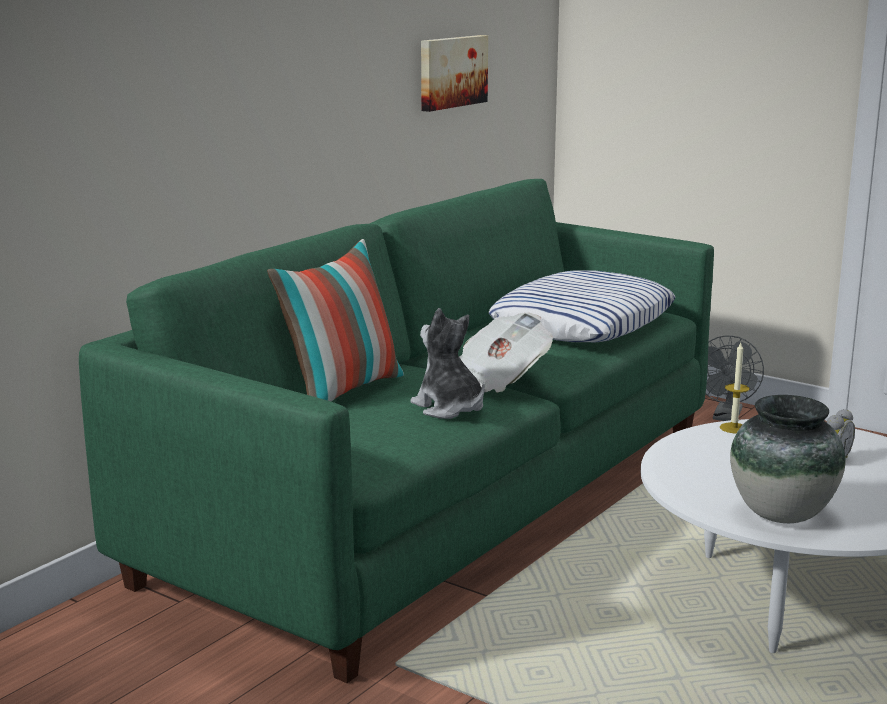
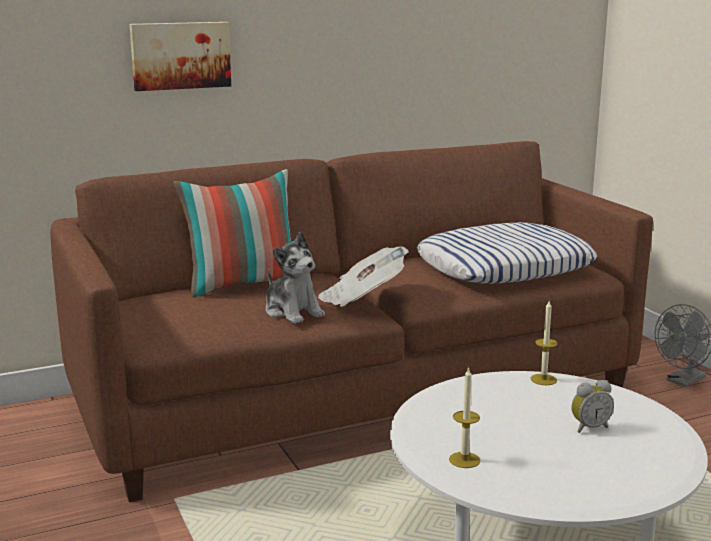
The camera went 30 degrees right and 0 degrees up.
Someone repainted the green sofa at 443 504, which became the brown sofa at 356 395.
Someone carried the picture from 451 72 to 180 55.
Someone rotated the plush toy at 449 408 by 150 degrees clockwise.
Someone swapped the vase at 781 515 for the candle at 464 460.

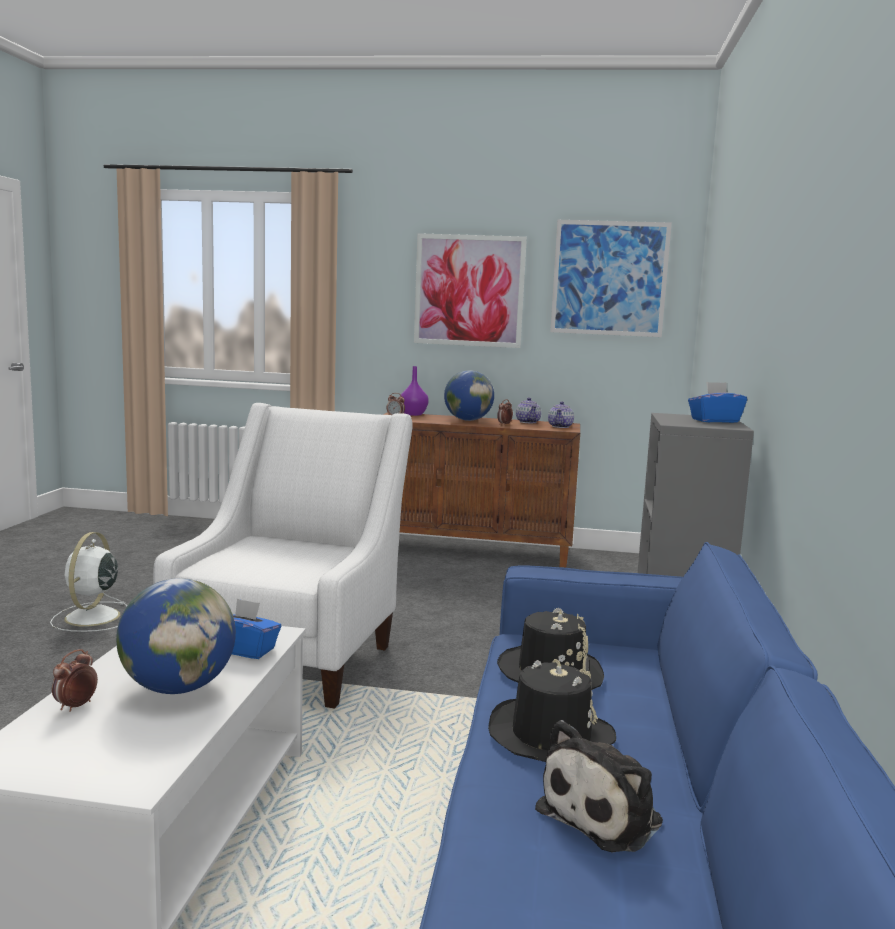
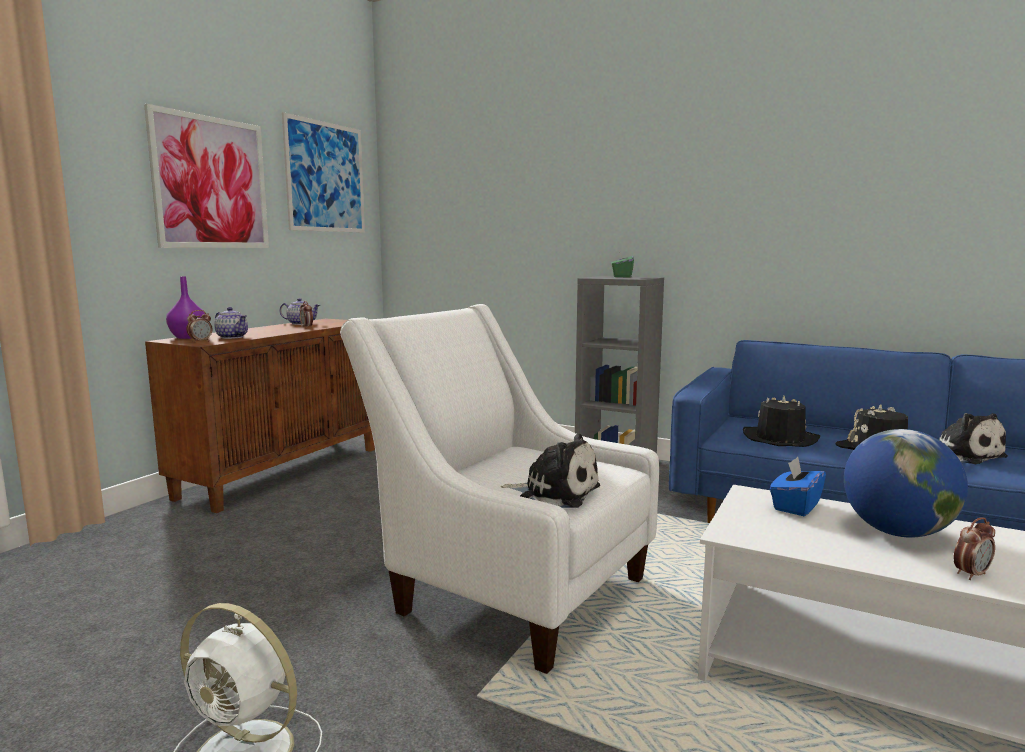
The camera went 70 degrees left and 0 degrees up.
Someone carried the teapot from 560 426 to 232 337.
Someone put down the plush toy at 555 493.
Someone repainted the blue tissue box at 714 420, which became the green tissue box at 622 277.
Someone rotated the alarm clock at 75 706 by 75 degrees counterclockwise.
Someone took away the globe at 467 420.

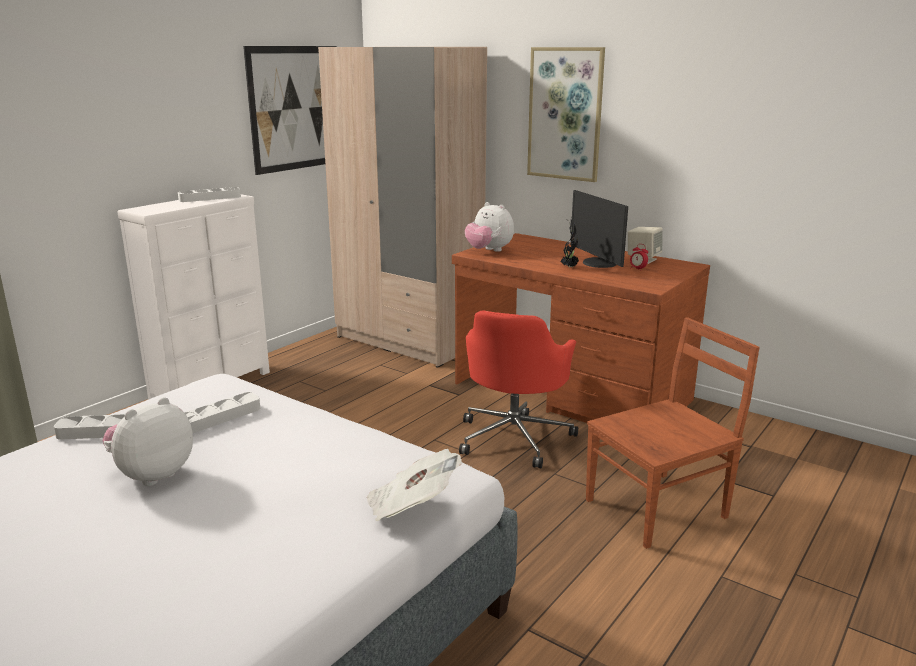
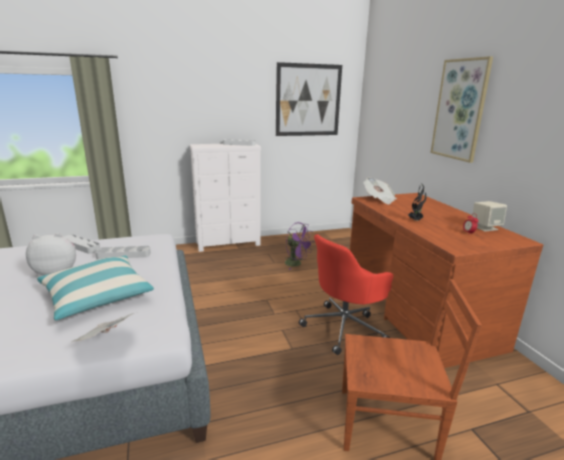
The camera went 35 degrees right and 0 degrees up.
Someone put down the pillow at 97 296.
Someone put down the purple fan at 296 264.
Someone swapped the plush toy at 489 251 for the newspaper at 379 199.
Someone took away the beige wardrobe at 409 341.
Someone took away the monitor at 598 263.

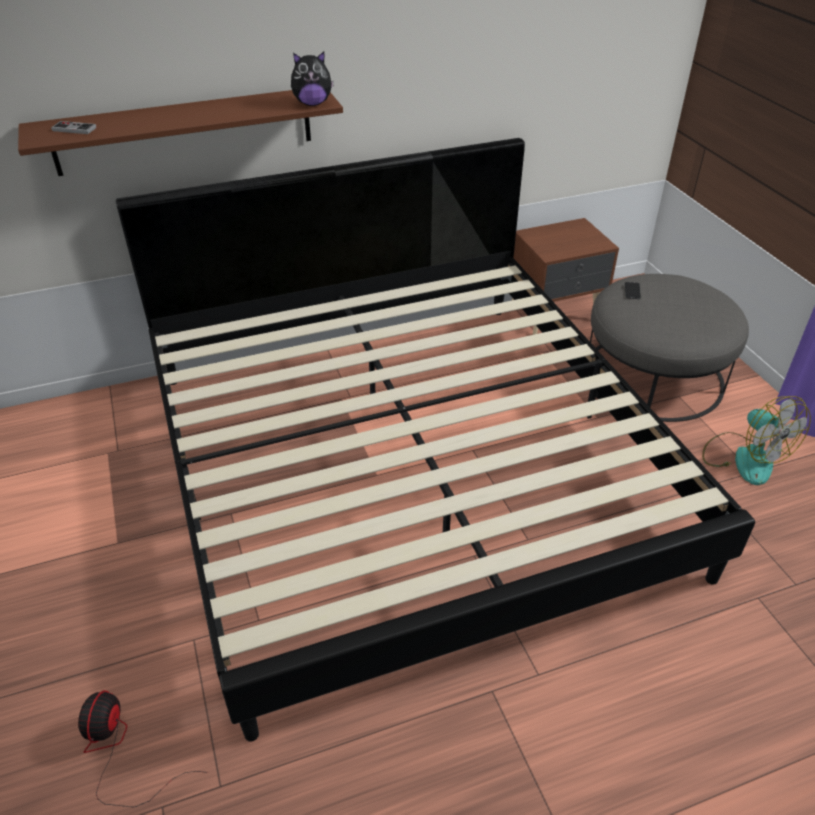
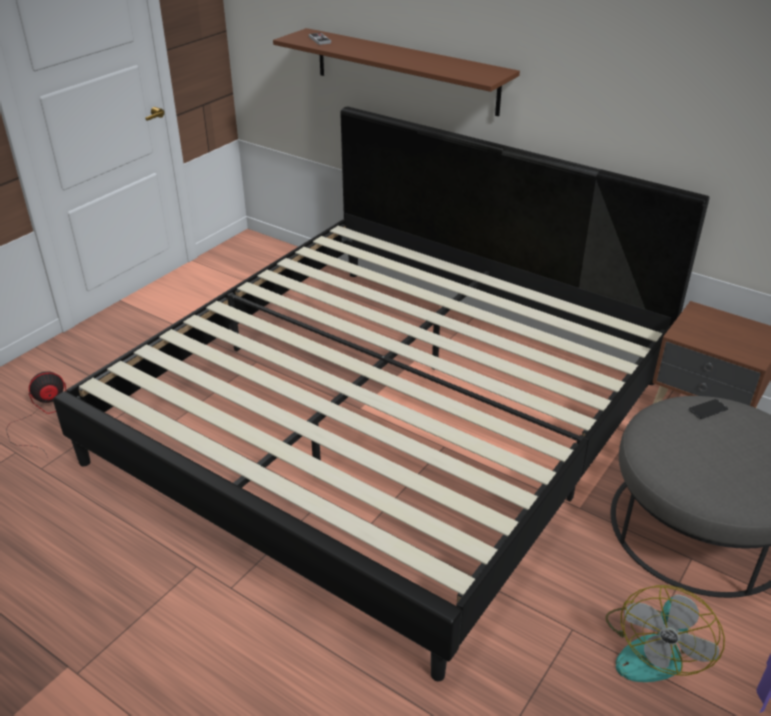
The camera went 55 degrees right and 5 degrees down.
Someone took away the plush toy at 312 104.

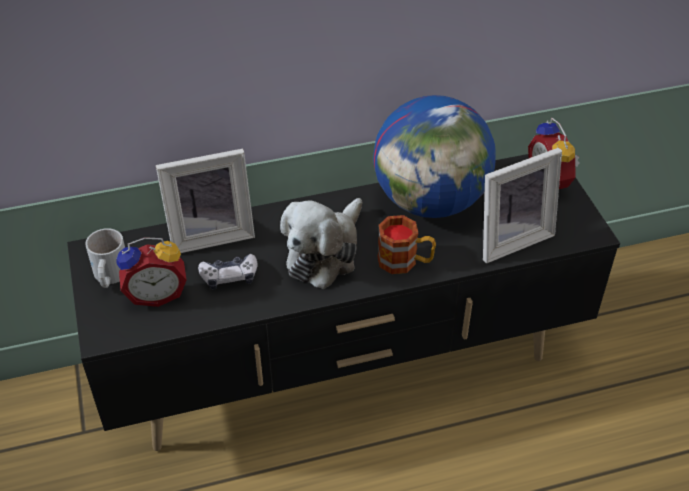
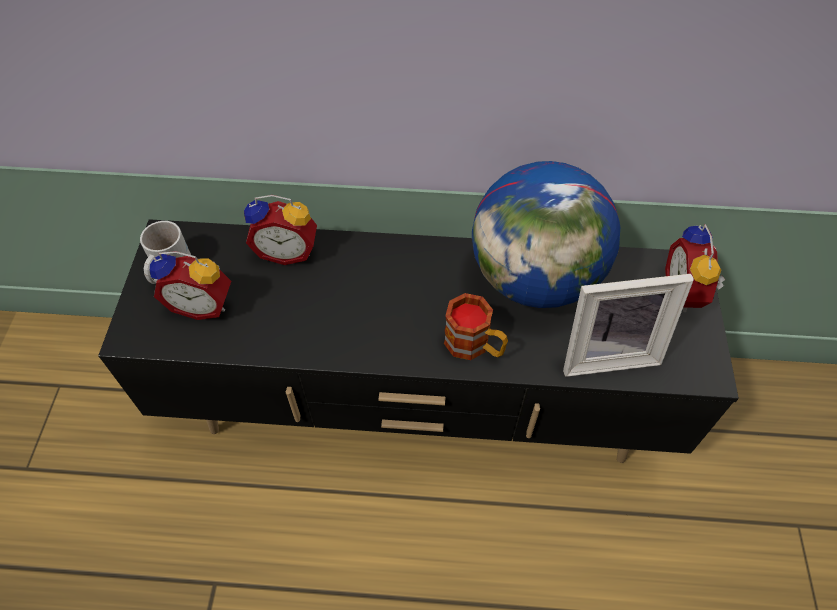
The camera went 20 degrees right and 10 degrees up.
Someone swapped the picture frame at 210 234 for the alarm clock at 287 250.
Someone took away the game controller at 229 276.
Someone took away the plush toy at 325 253.

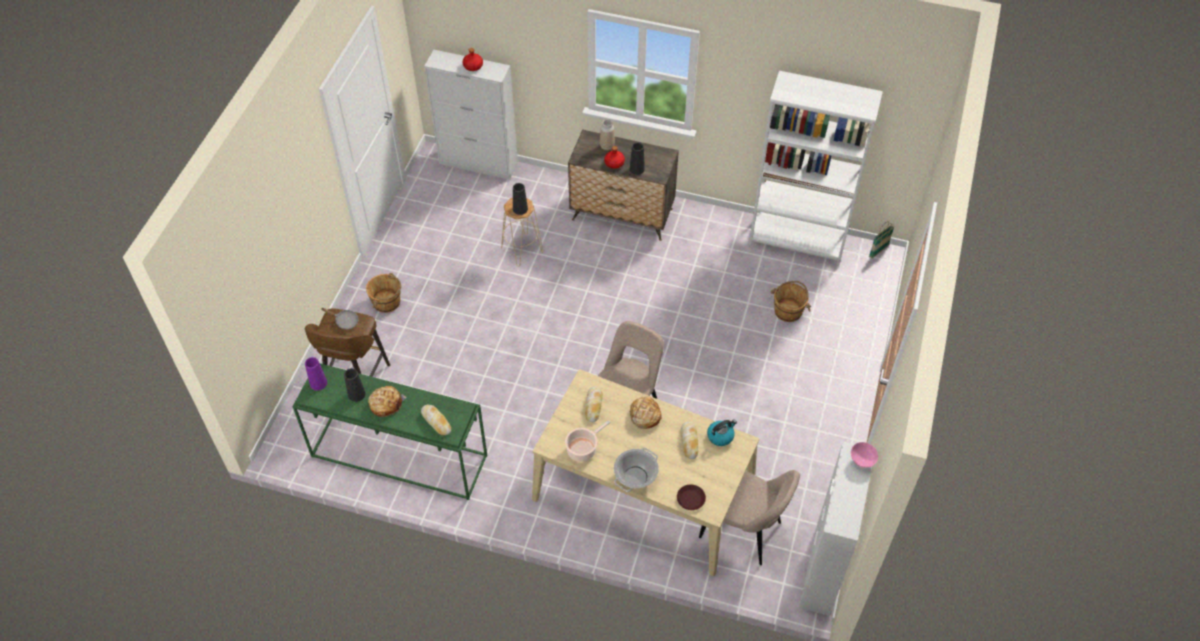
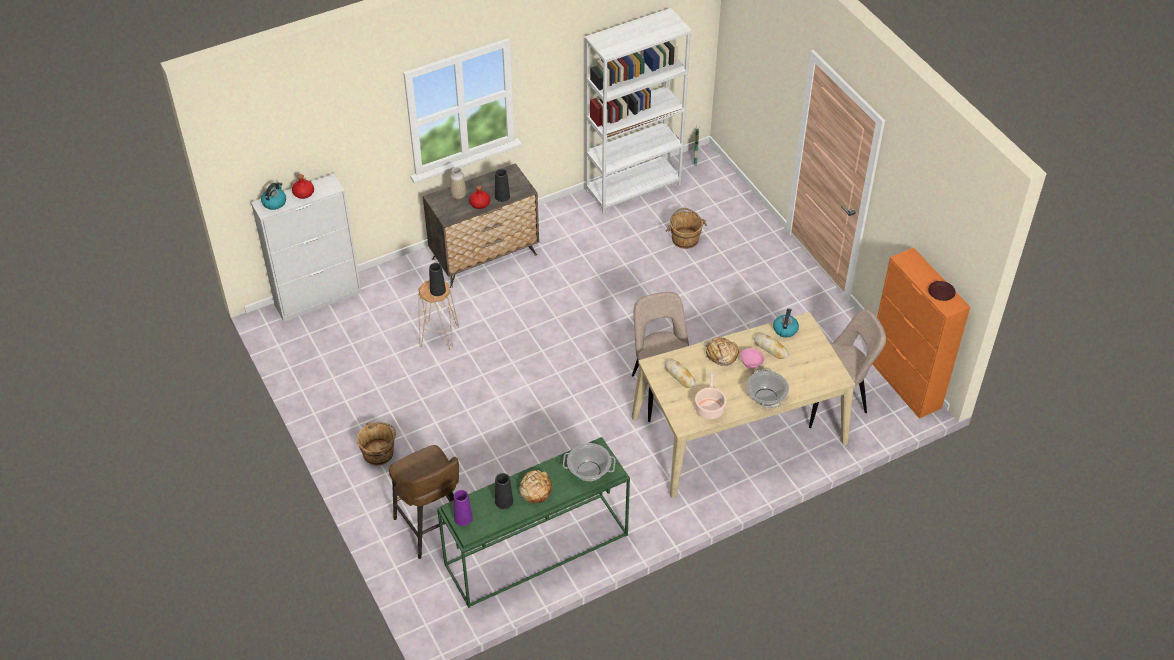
The camera went 45 degrees left and 5 degrees down.
Someone put down the kettle at 274 202.
Someone swapped the bread at 436 421 for the cooking pot at 589 471.
Someone carried the pink bowl from 862 461 to 751 364.
Someone repainted the white cabinet at 822 569, which became the orange cabinet at 904 383.
Someone carried the brown plate from 690 499 to 940 293.
Someone took away the grey frying pan at 344 321.

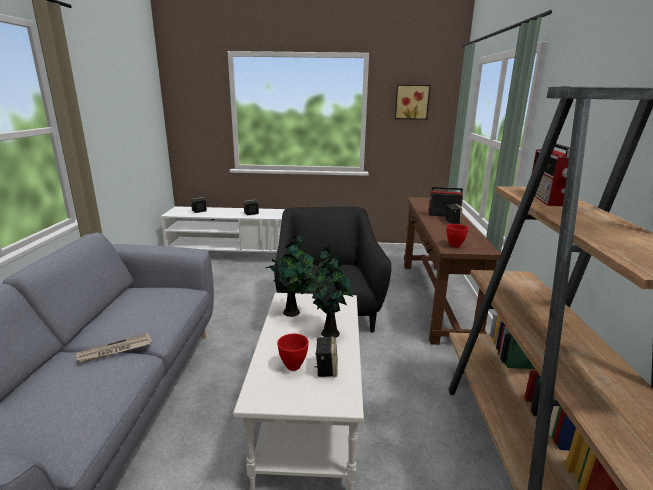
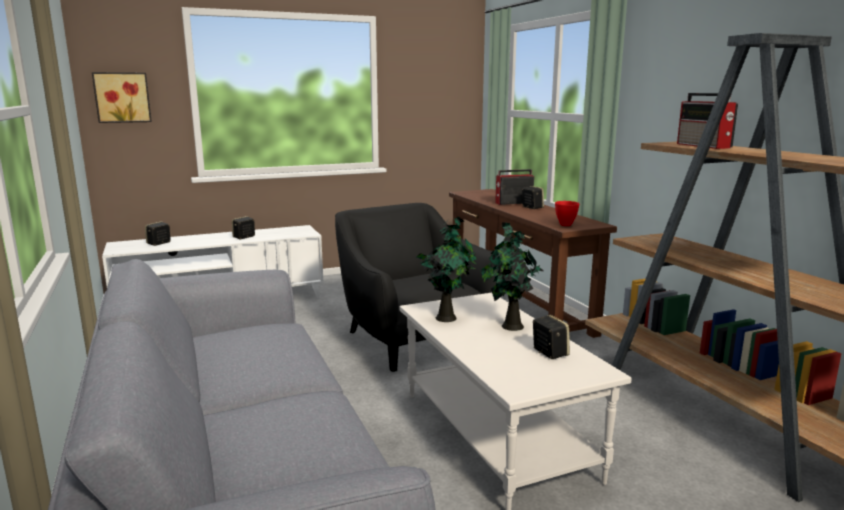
The camera went 25 degrees left and 5 degrees down.
Someone carried the picture from 411 102 to 122 97.
Someone took away the newspaper at 115 350.
Someone took away the red bowl at 292 366.

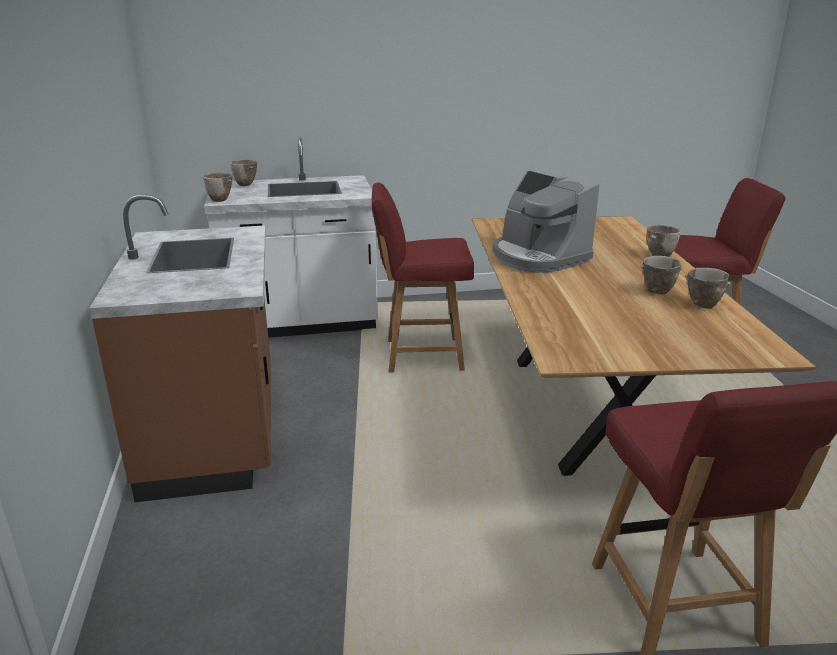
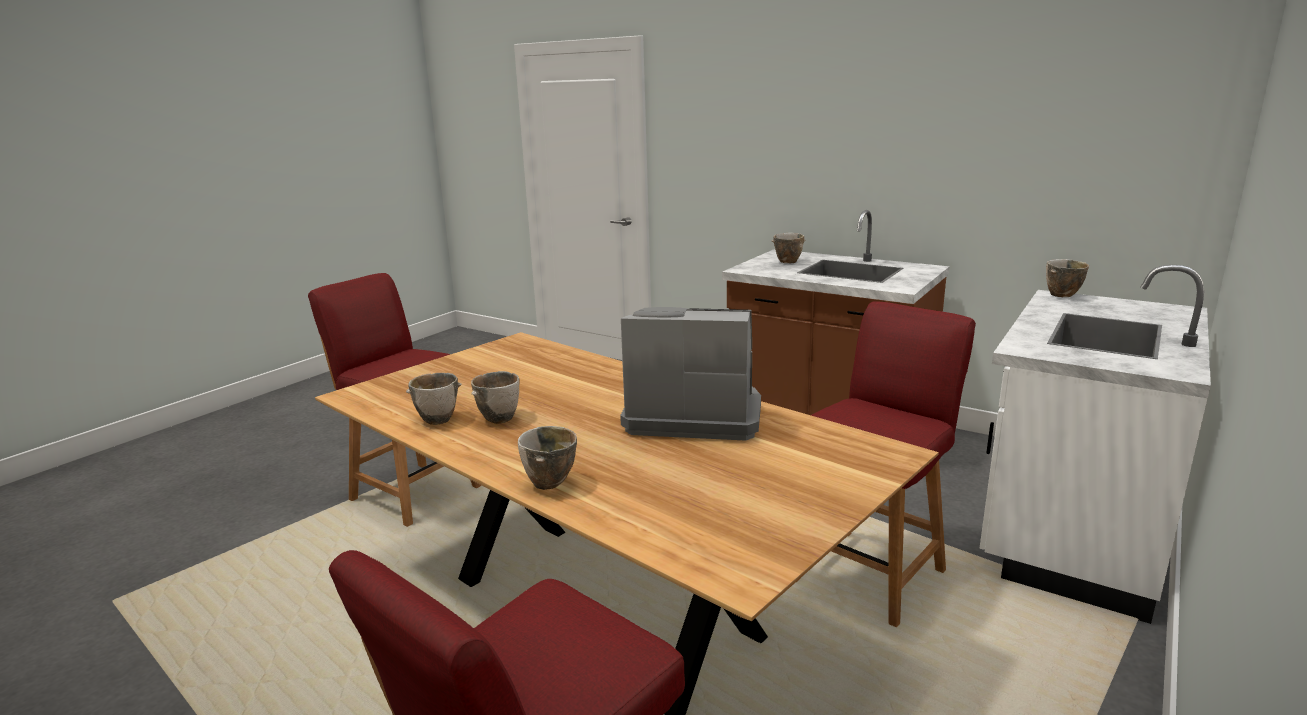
The camera went 135 degrees right and 5 degrees down.
Someone carried the bowl from 245 185 to 786 262.

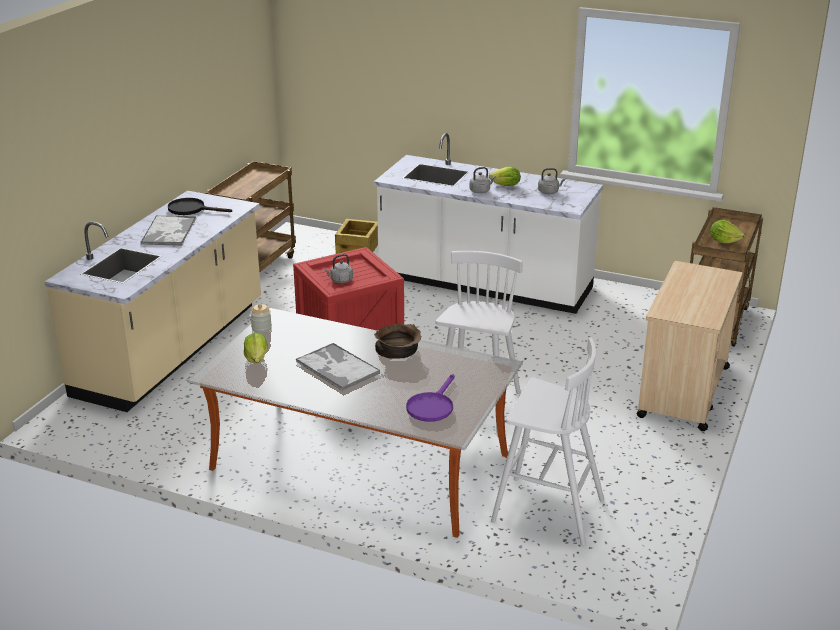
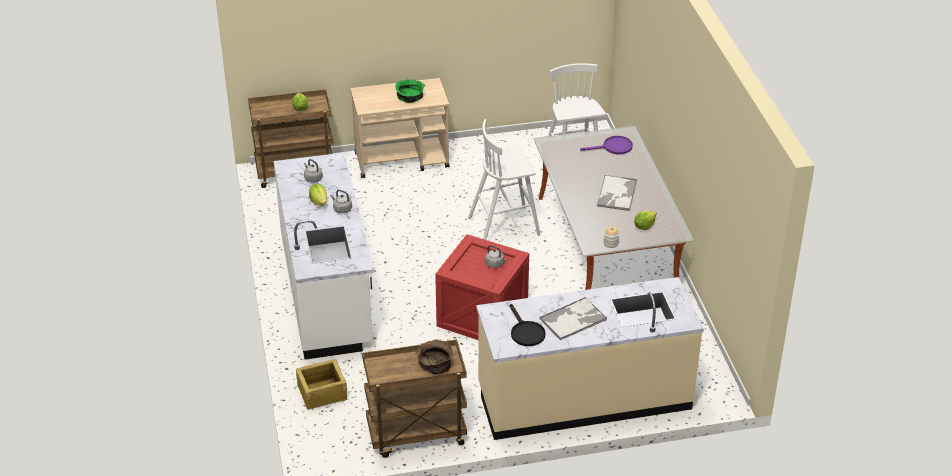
The camera went 125 degrees left and 10 degrees up.
Someone put down the green bowl at 410 97.
Someone carried the brown bowl from 398 351 to 434 363.

